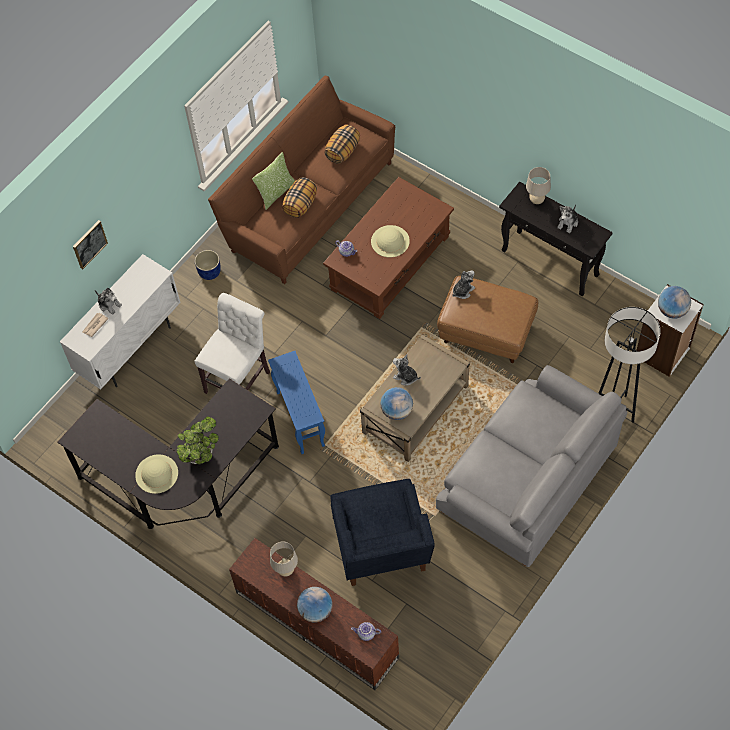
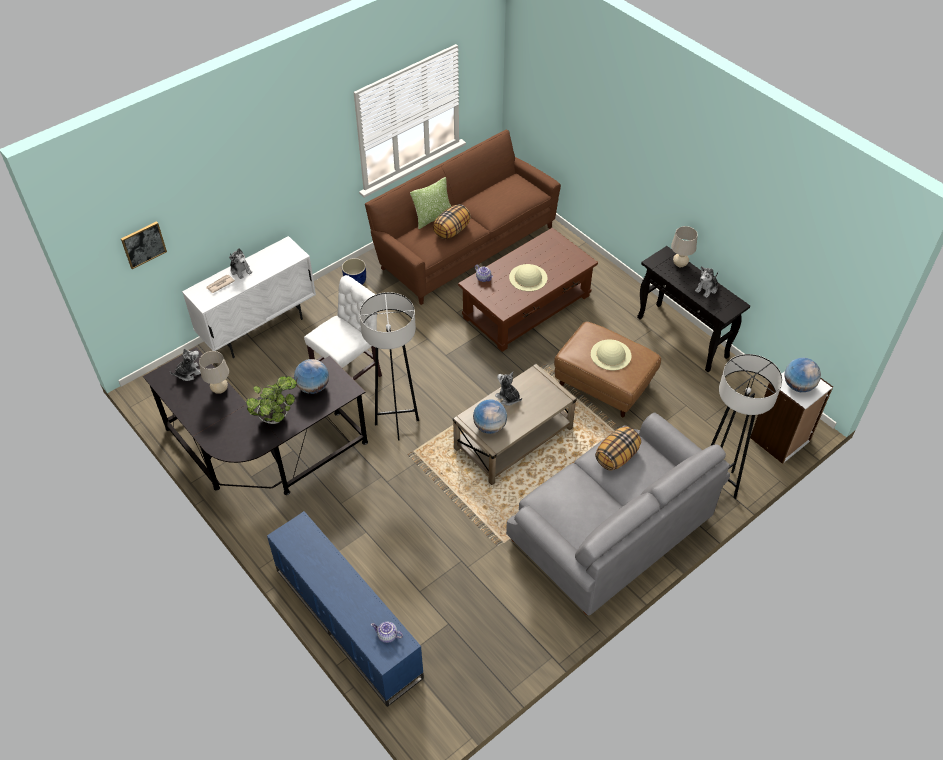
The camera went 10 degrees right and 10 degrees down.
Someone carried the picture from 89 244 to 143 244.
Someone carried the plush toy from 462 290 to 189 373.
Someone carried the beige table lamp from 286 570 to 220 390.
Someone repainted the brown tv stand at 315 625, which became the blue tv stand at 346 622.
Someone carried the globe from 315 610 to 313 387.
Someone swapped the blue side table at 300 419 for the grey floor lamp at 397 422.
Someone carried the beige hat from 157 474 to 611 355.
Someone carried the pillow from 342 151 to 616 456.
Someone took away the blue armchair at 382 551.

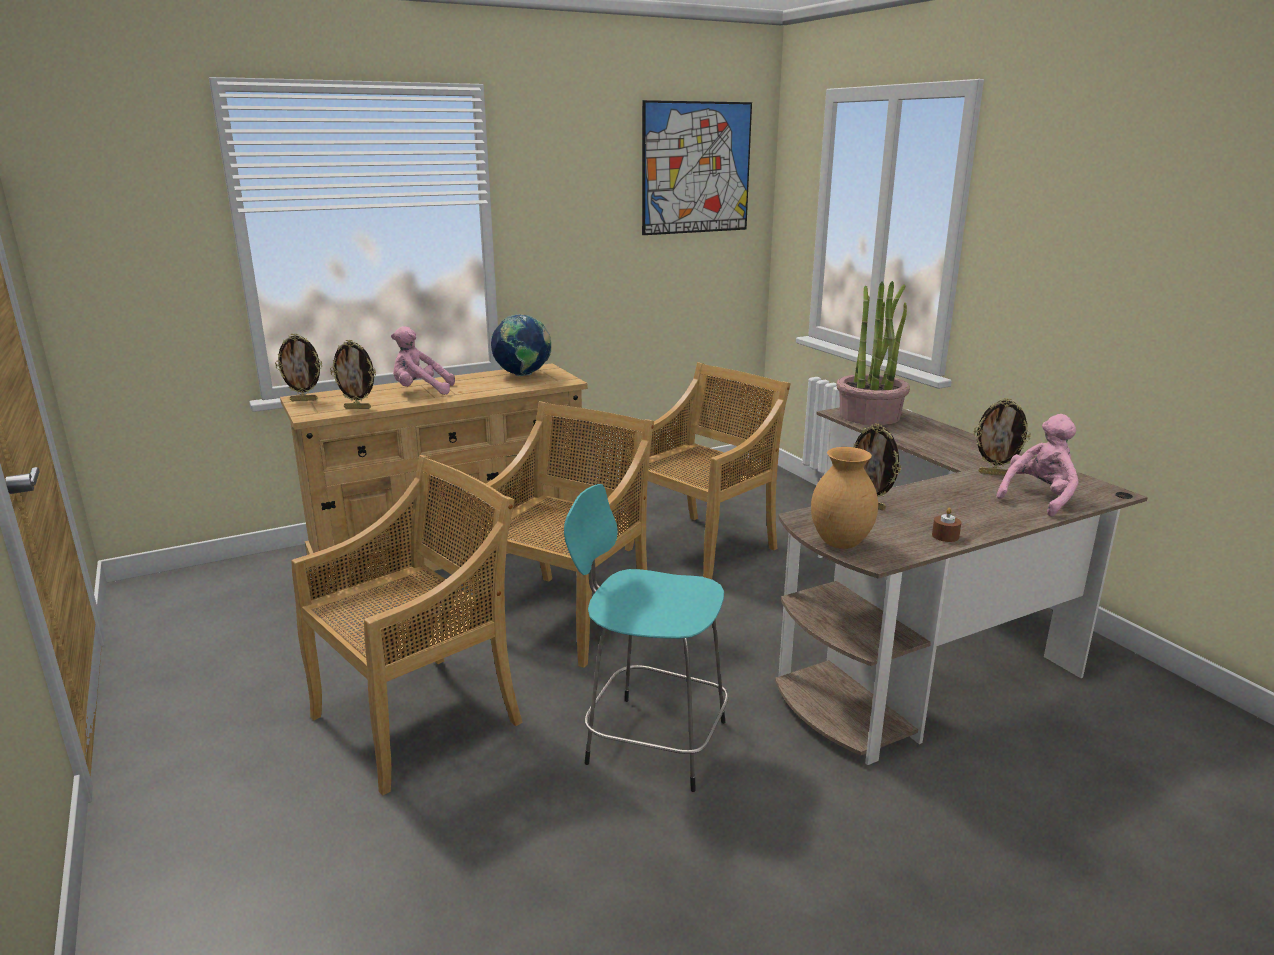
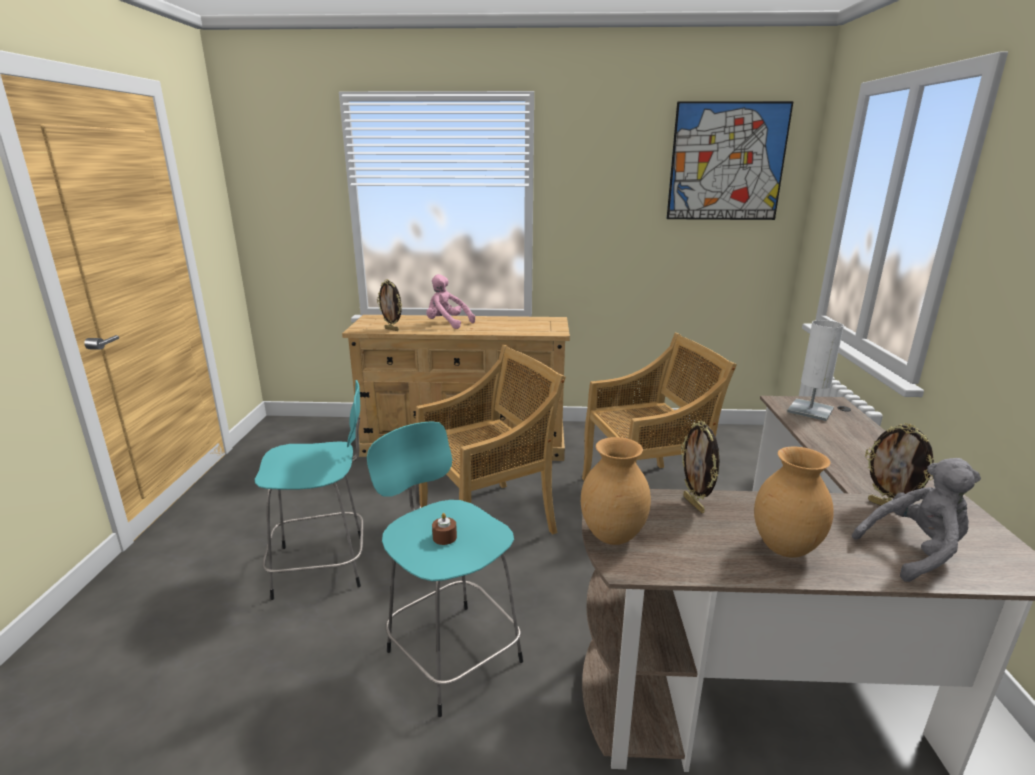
The camera went 30 degrees right and 0 degrees up.
Someone swapped the beige chair at 419 718 for the turquoise stool at 324 566.
Someone carried the brown candle from 945 536 to 444 537.
Someone put down the brown vase at 784 549.
Someone swapped the potted plant at 870 416 for the white table lamp at 810 410.
Someone repainted the pink plush toy at 1038 498, which became the grey plush toy at 914 552.
Someone took away the picture frame at 304 400.
Someone took away the globe at 523 375.

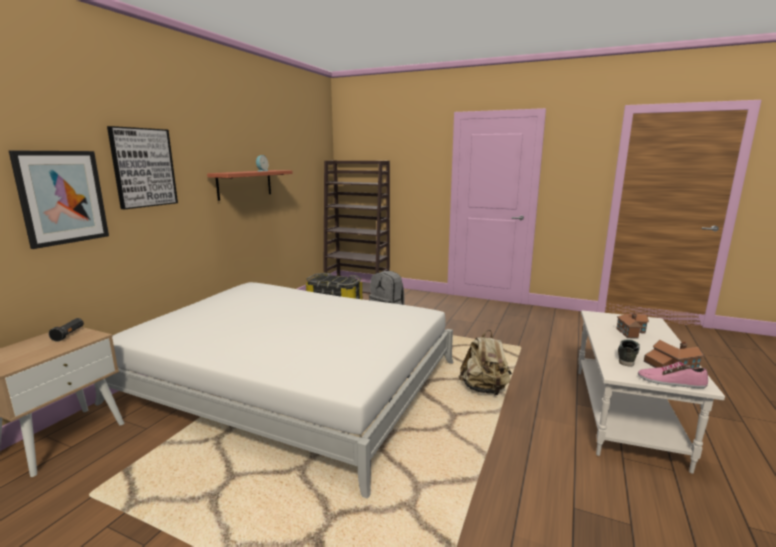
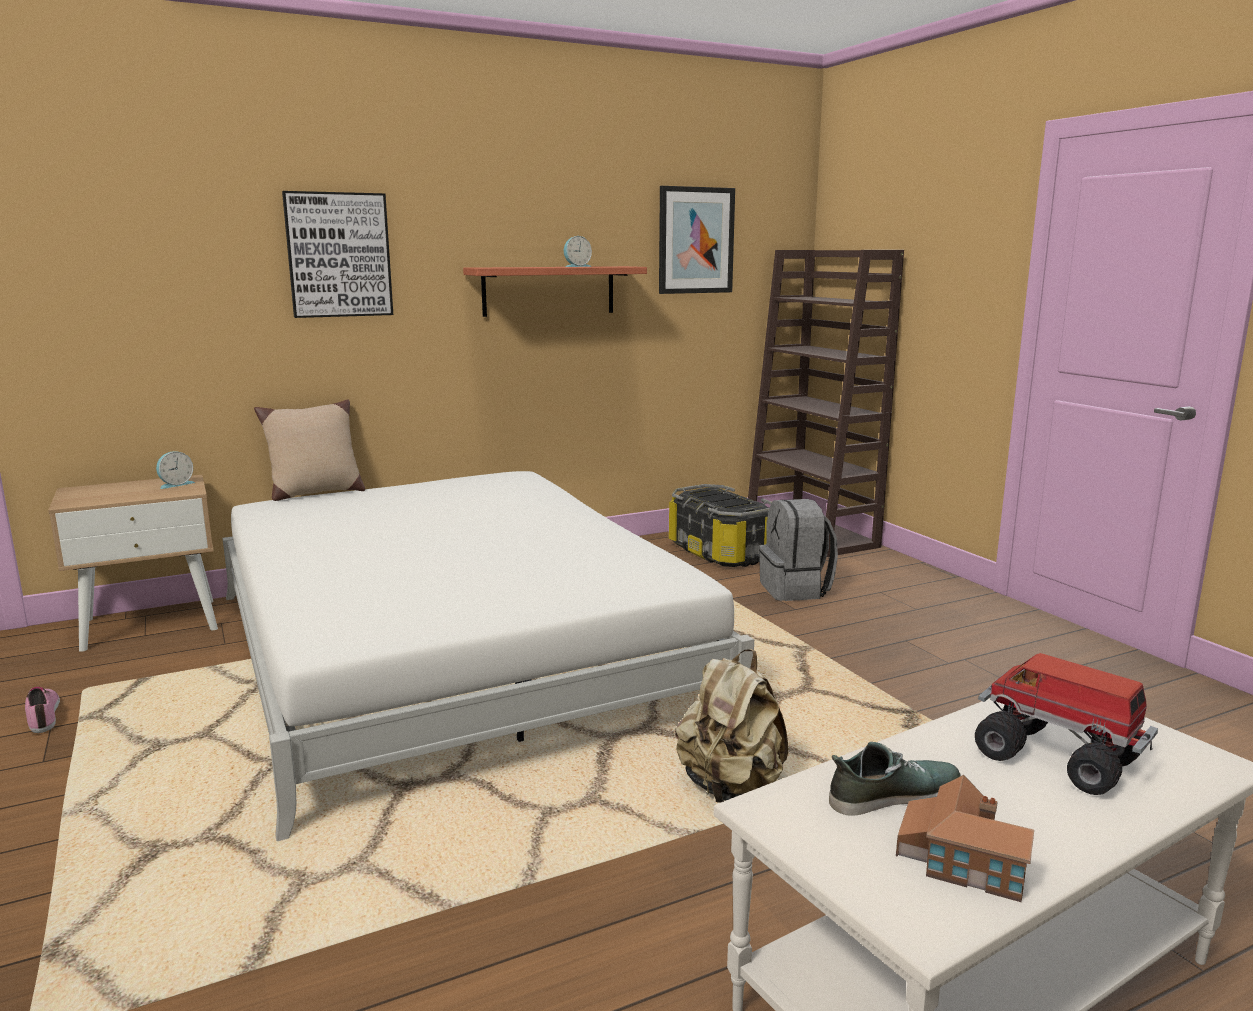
The camera went 40 degrees right and 0 degrees up.
Someone carried the shoe from 671 381 to 44 715.
Someone swapped the black flashlight at 69 334 for the alarm clock at 175 484.
Someone put down the beige pillow at 315 493.
Someone carried the picture from 62 197 to 695 240.
Someone swapped the toy house at 631 331 for the toy truck at 1059 759.

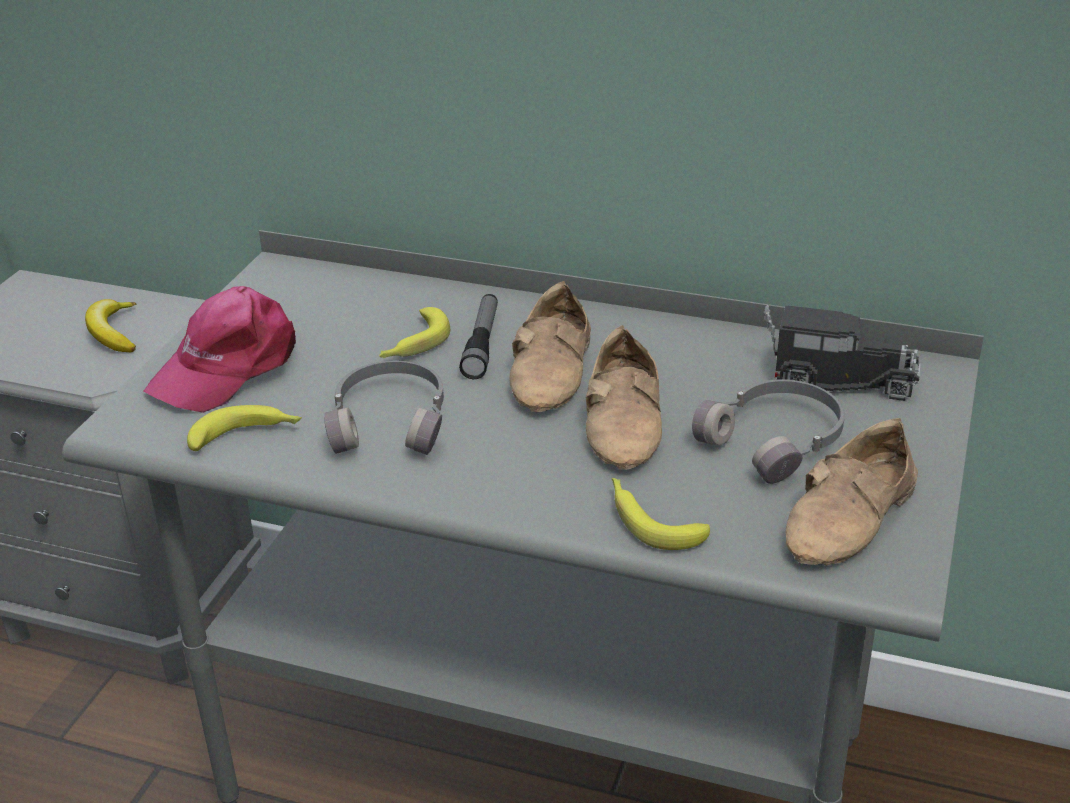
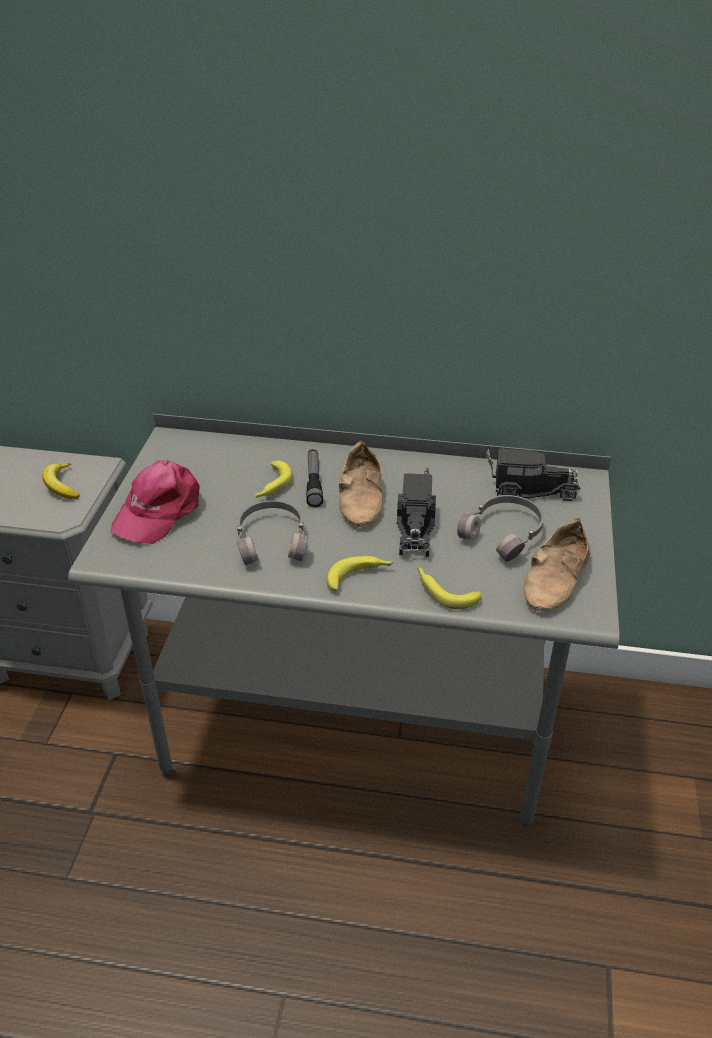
The camera went 10 degrees left and 5 degrees up.
Someone carried the banana from 247 436 to 359 576.
Someone swapped the beige shoe at 628 421 for the toy truck at 415 527.

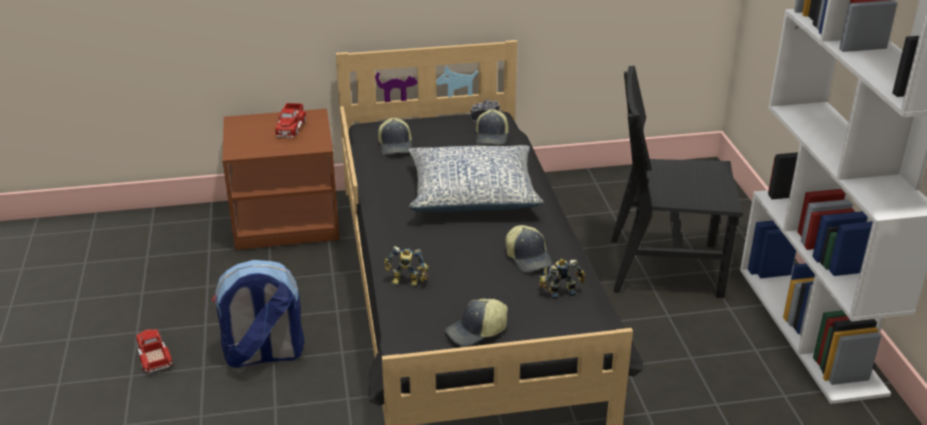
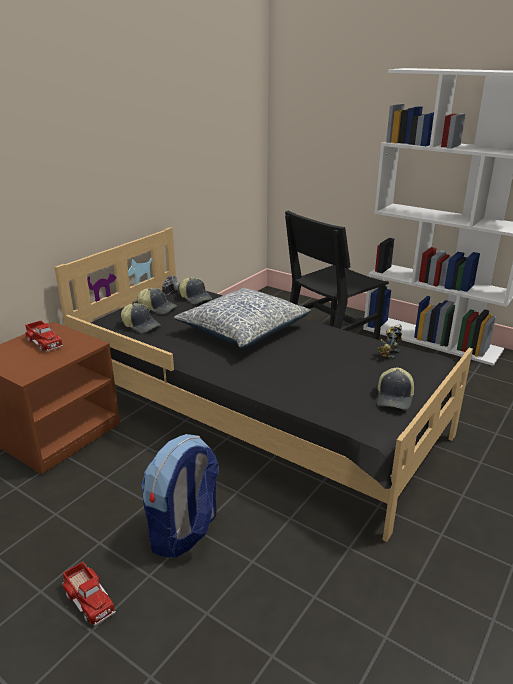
The camera went 45 degrees left and 5 degrees down.
Someone rotated the toy truck at 154 356 by 150 degrees counterclockwise.
Someone carried the cap from 529 258 to 157 308.
Someone took away the toy robot at 406 282.

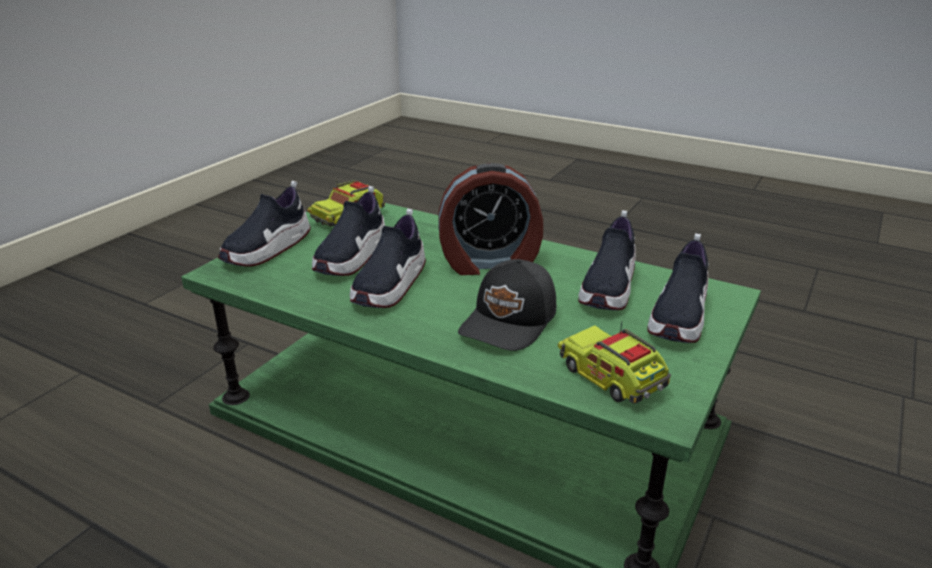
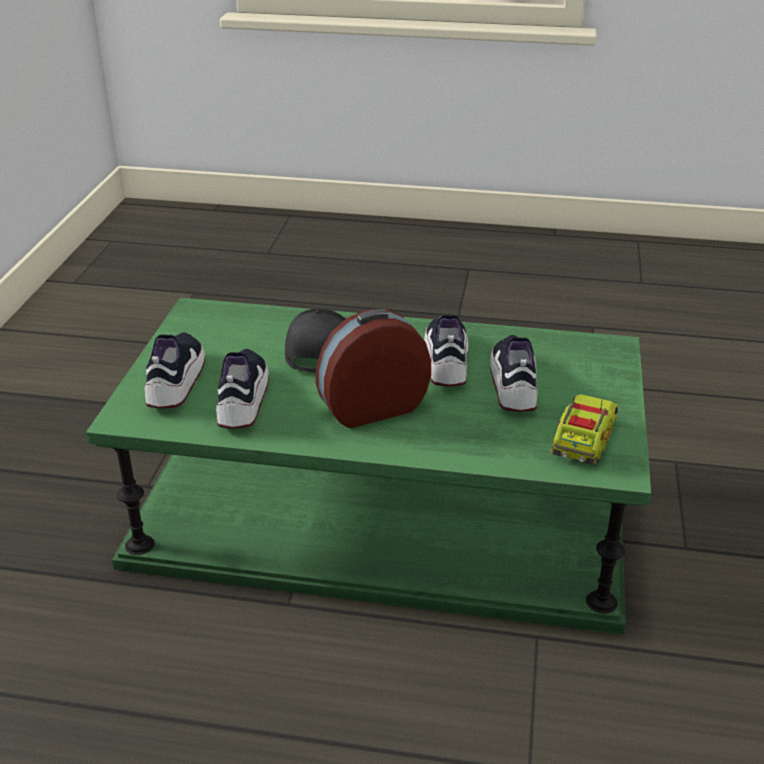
The camera went 160 degrees right and 5 degrees up.
Someone took away the shoe at 267 250.
Someone took away the toy truck at 611 378.

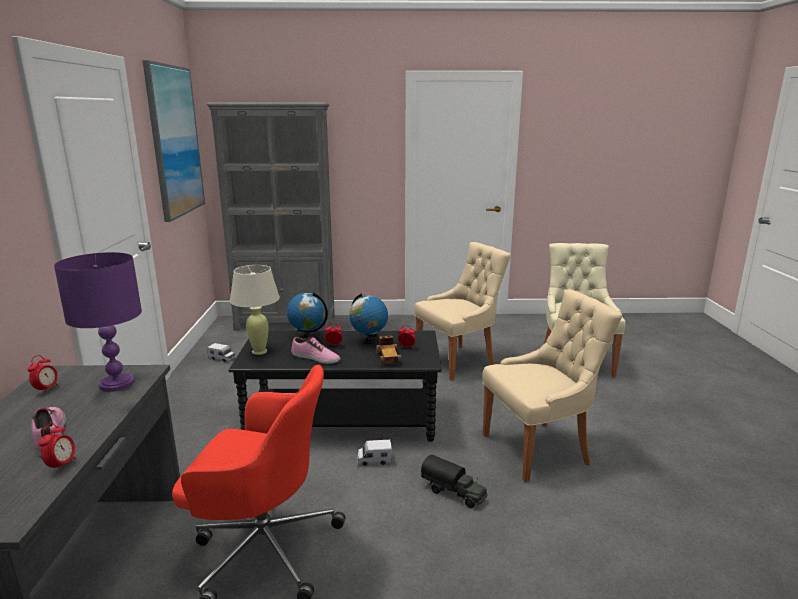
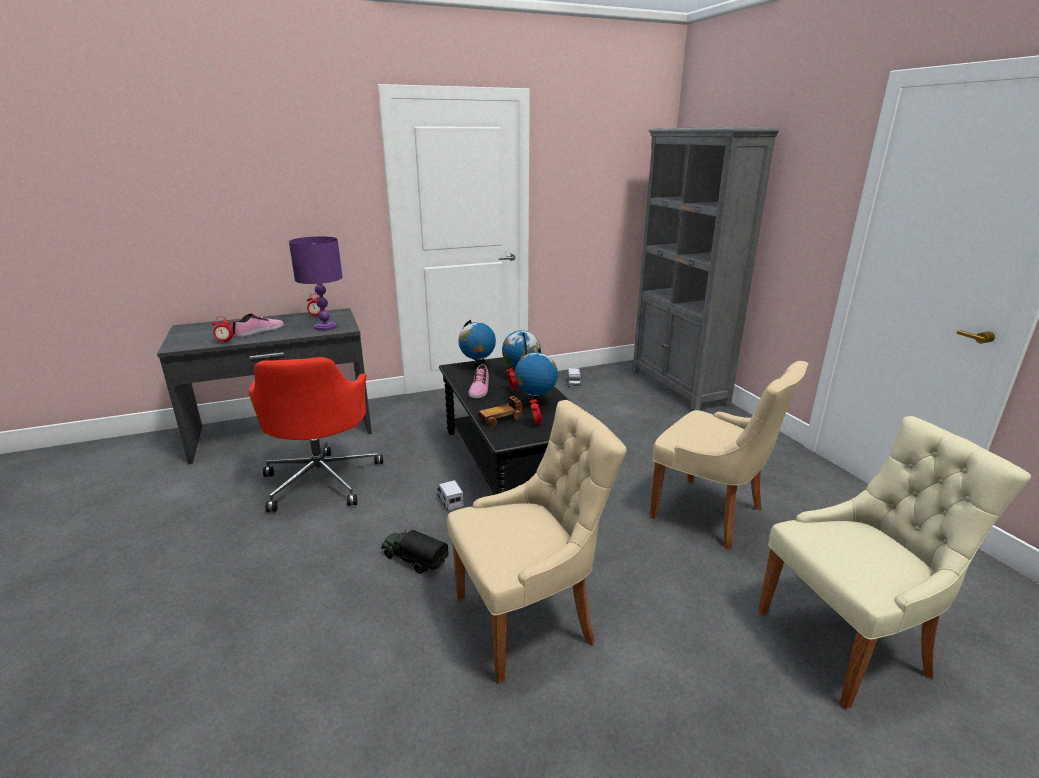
The camera went 70 degrees right and 5 degrees up.
Someone rotated the toy truck at 454 493 by 105 degrees clockwise.
Someone rotated the beige chair at 539 449 by 75 degrees counterclockwise.
Someone swapped the beige table lamp at 259 351 for the globe at 477 366.
Someone took away the picture at 175 141.

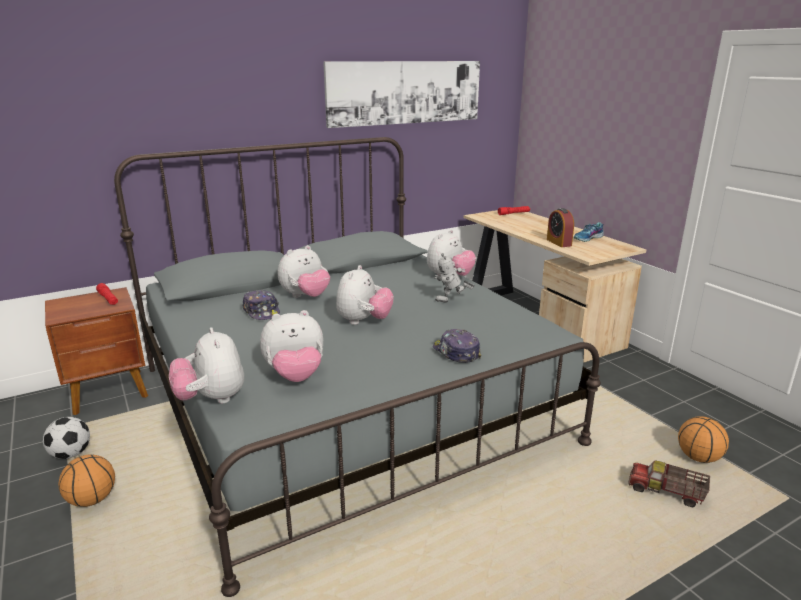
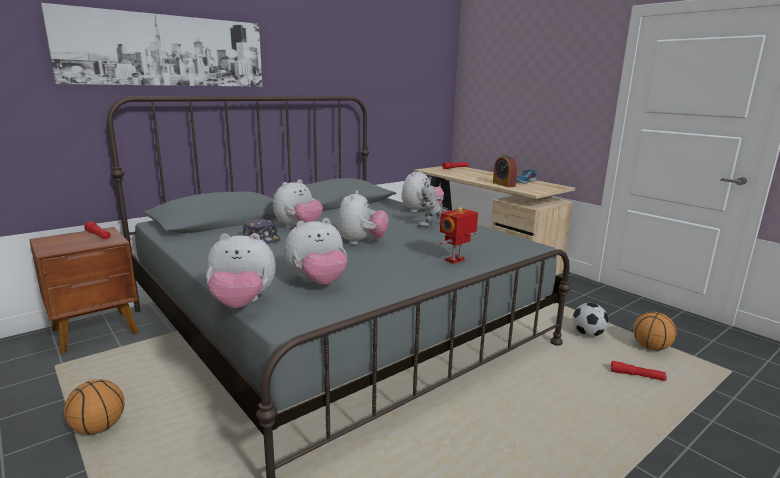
The camera went 10 degrees left and 5 degrees down.
Someone carried the picture from 405 92 to 166 50.
Someone rotated the plush toy at 212 399 by 60 degrees counterclockwise.
Someone swapped the cap at 456 353 for the toy robot at 456 260.
Someone carried the football from 71 454 to 587 334.
Someone swapped the toy truck at 666 493 for the red flashlight at 637 376.

